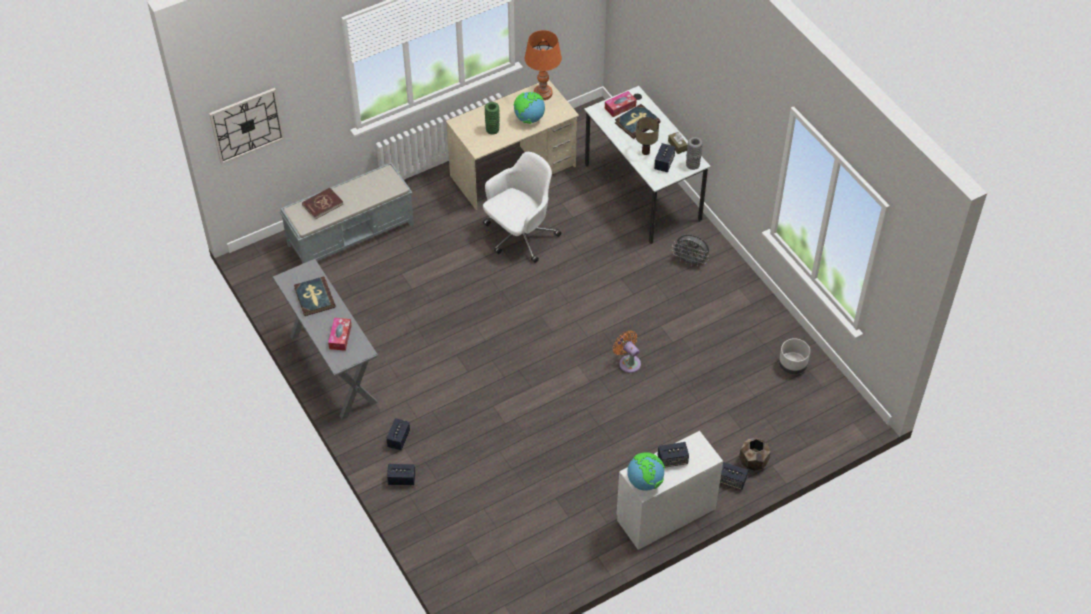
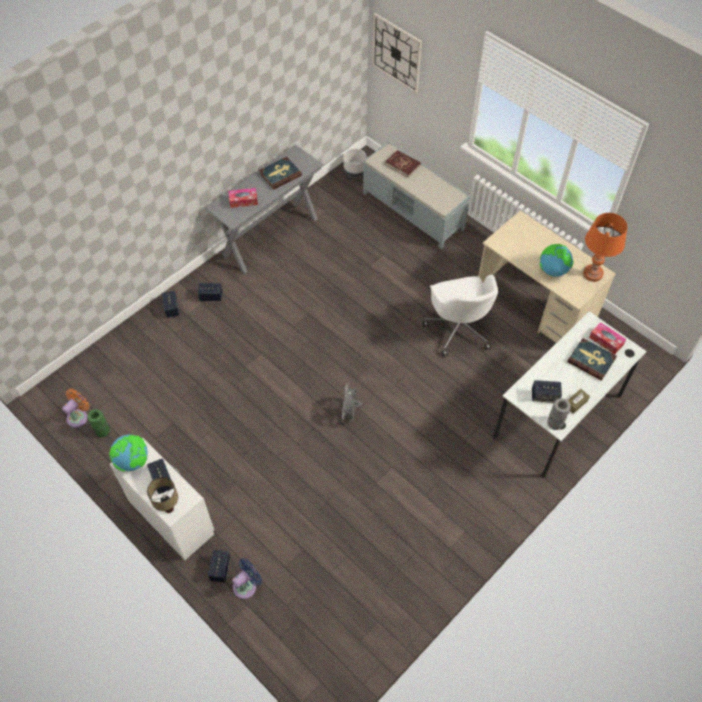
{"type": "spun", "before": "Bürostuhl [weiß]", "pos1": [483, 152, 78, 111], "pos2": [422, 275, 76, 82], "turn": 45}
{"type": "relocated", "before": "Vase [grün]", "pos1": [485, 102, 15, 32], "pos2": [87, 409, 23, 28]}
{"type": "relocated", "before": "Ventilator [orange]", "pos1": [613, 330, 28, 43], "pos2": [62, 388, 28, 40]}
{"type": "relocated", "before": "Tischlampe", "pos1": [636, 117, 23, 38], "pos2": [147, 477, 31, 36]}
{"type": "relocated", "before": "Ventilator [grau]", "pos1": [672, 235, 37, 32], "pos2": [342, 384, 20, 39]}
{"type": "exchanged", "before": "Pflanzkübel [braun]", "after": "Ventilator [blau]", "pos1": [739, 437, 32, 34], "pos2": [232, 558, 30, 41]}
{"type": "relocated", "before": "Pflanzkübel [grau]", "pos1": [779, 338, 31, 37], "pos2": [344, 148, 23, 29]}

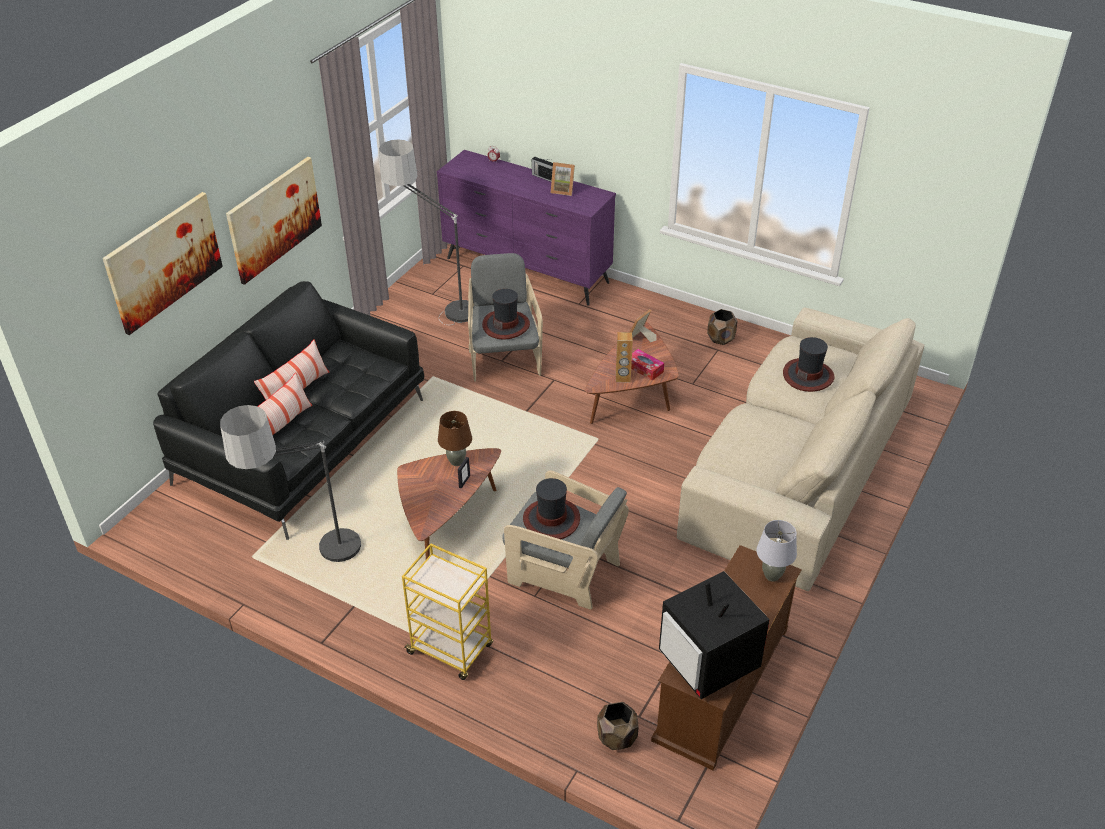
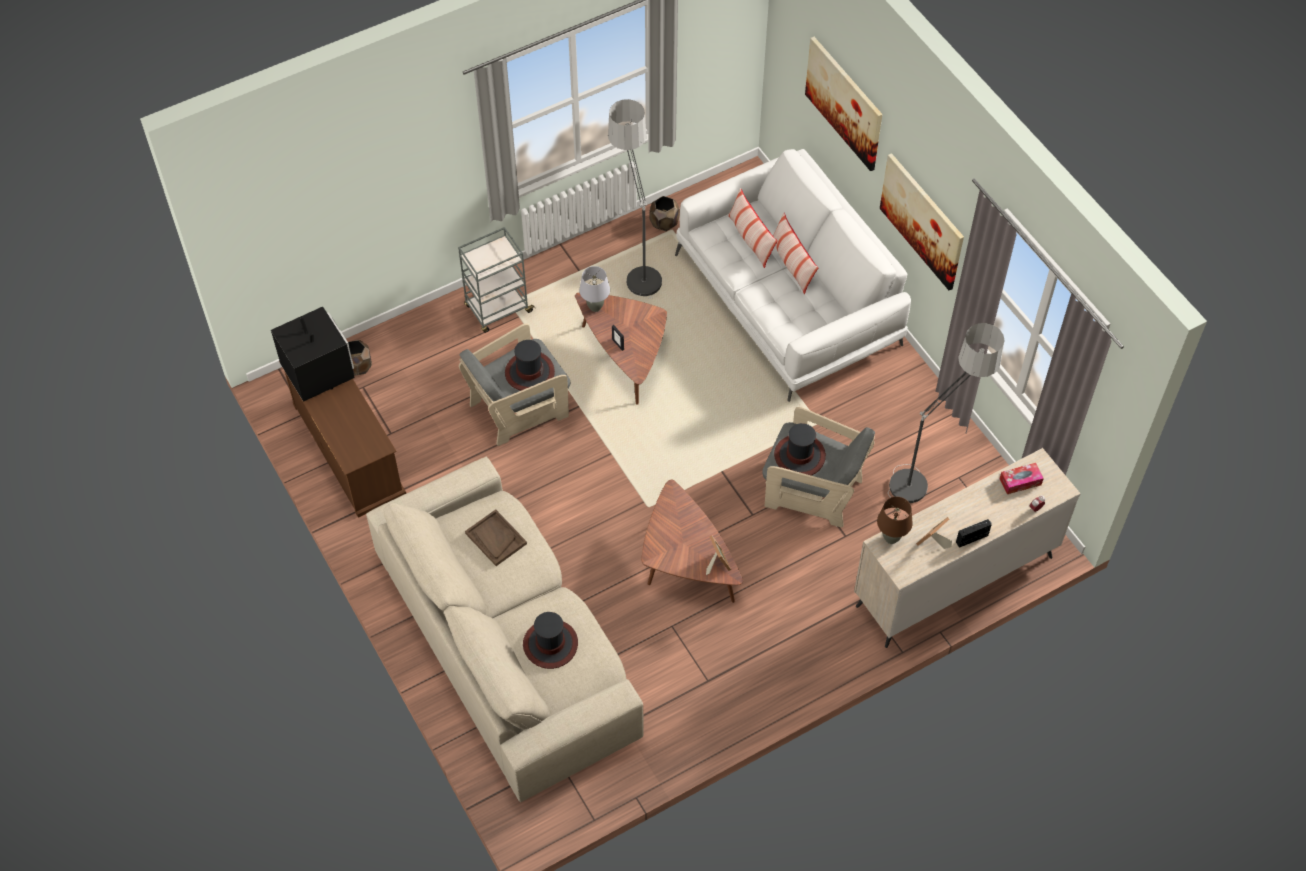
{"type": "colour", "before": "Sofa [schwarz]", "after": "Sofa [weiß]", "pos1": [153, 281, 271, 259], "pos2": [675, 149, 236, 253]}
{"type": "colour", "before": "Rollwagen [gelb]", "after": "Rollwagen [grau]", "pos1": [402, 543, 91, 137], "pos2": [458, 227, 77, 106]}
{"type": "colour", "before": "Kommode [lila]", "after": "Kommode [beige]", "pos1": [437, 150, 179, 155], "pos2": [854, 448, 227, 200]}
{"type": "relocated", "before": "Tischlampe [braun]", "pos1": [438, 411, 34, 55], "pos2": [877, 497, 36, 47]}
{"type": "missing", "before": "Lautsprecher [braun]", "pos1": [616, 332, 17, 50]}
{"type": "relocated", "before": "Taschentuchbox", "pos1": [631, 349, 33, 32], "pos2": [999, 463, 45, 31]}
{"type": "spun", "before": "Fernseher", "pos1": [659, 571, 111, 128], "pos2": [271, 307, 84, 95], "turn": 60}
{"type": "relocated", "before": "Pflanzkübel [braun]", "pos1": [707, 309, 30, 36], "pos2": [649, 196, 31, 35]}
{"type": "relocated", "before": "Tischlampe [grau]", "pos1": [756, 520, 41, 62], "pos2": [579, 266, 31, 46]}
{"type": "appeared", "after": "Tablett [braun]", "pos2": [465, 509, 62, 57]}

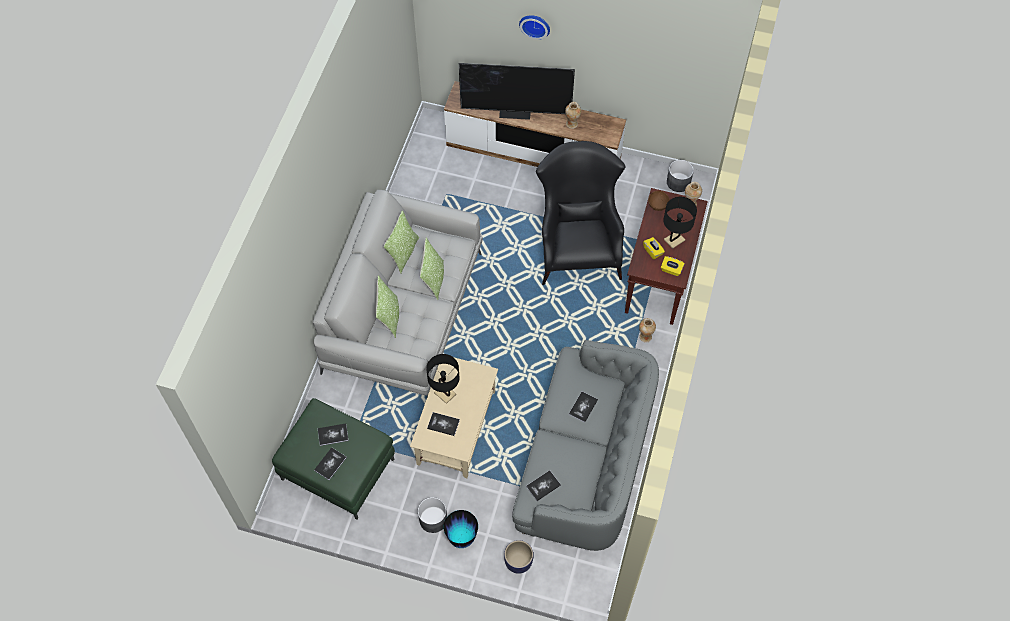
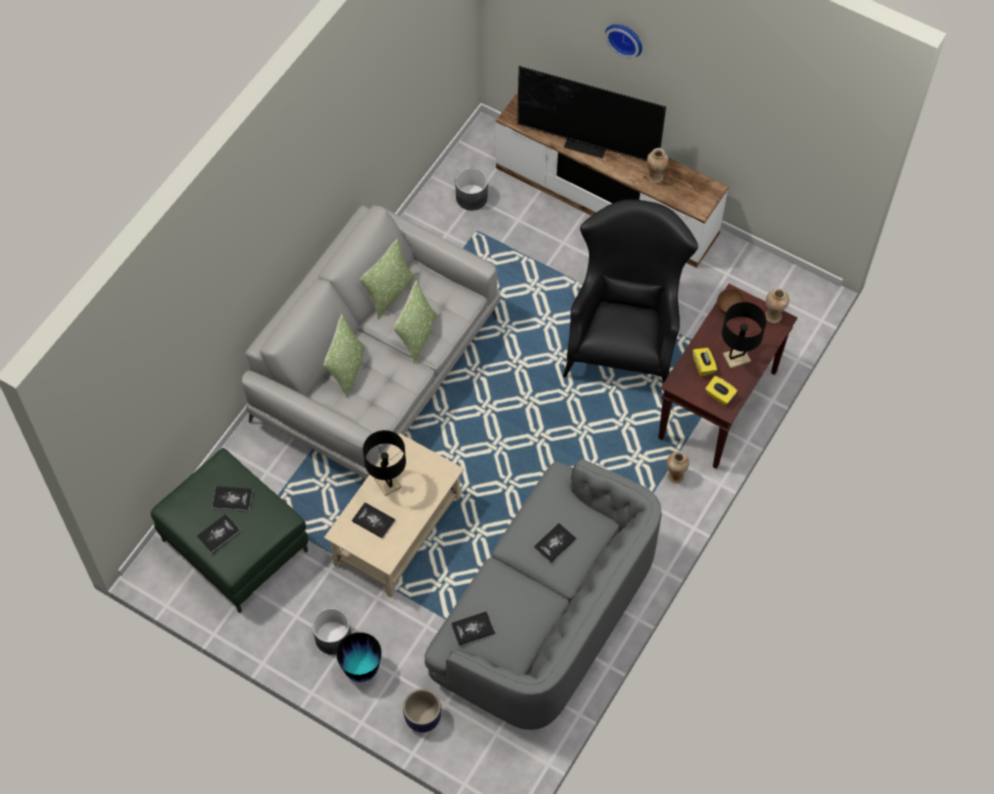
{"type": "relocated", "before": "Pflanzkübel [grau]", "pos1": [667, 160, 27, 32], "pos2": [455, 168, 33, 42]}

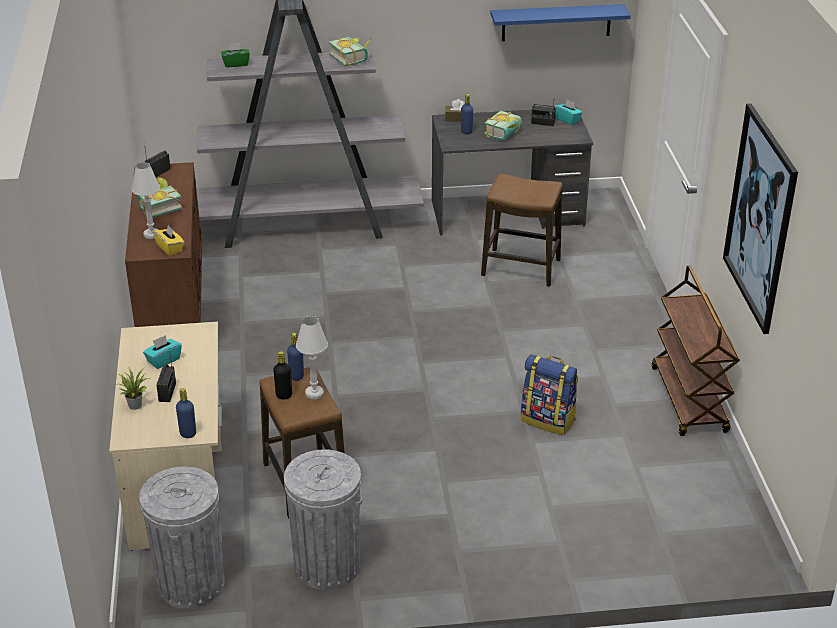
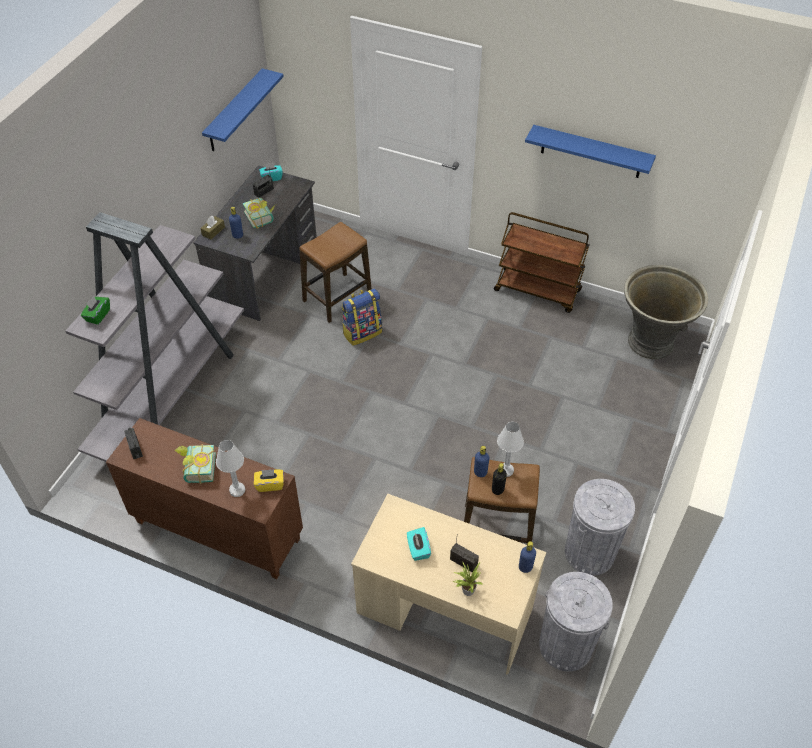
{"type": "missing", "before": "Buch", "pos1": [329, 37, 40, 30]}
{"type": "relocated", "before": "Rucksack", "pos1": [521, 354, 57, 81], "pos2": [342, 288, 40, 58]}
{"type": "exchanged", "before": "Bild", "after": "Wandregal [blau]", "pos1": [723, 103, 75, 231], "pos2": [525, 125, 131, 53]}
{"type": "appeared", "after": "Pflanzkübel [grau]", "pos2": [624, 265, 84, 94]}

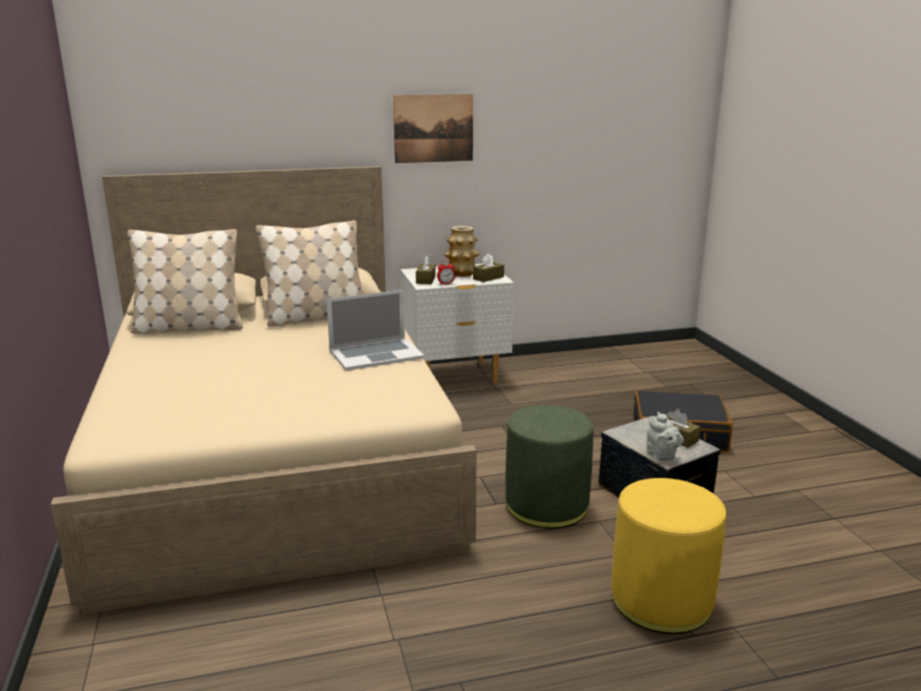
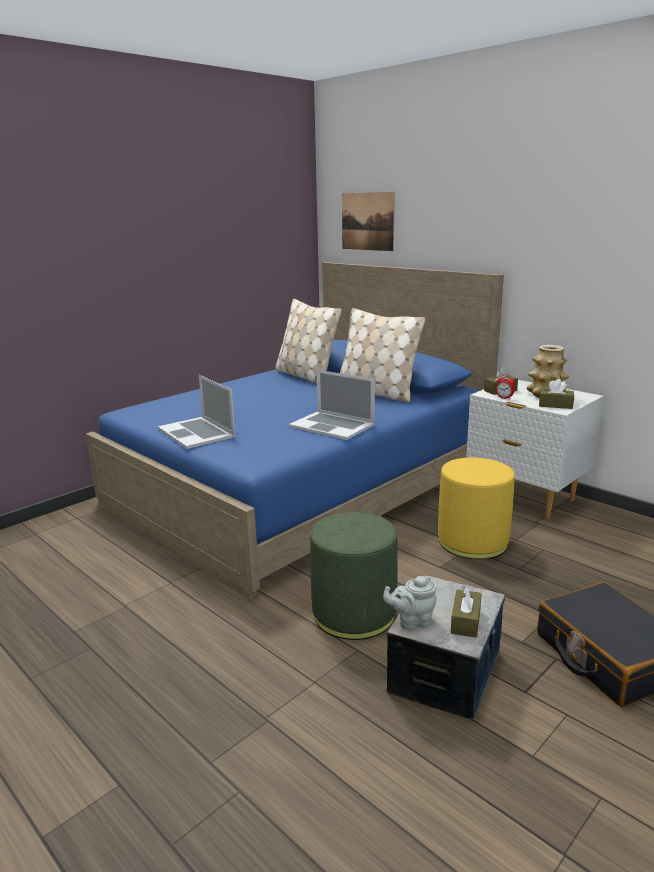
{"type": "colour", "before": "Bett [beige]", "after": "Bett [blau]", "pos1": [50, 166, 427, 449], "pos2": [86, 262, 418, 338]}
{"type": "relocated", "before": "Bild", "pos1": [393, 94, 80, 69], "pos2": [342, 192, 53, 59]}
{"type": "relocated", "before": "Polsterhocker [gelb]", "pos1": [611, 478, 115, 156], "pos2": [438, 457, 77, 103]}
{"type": "spun", "before": "Teekanne [grau]", "pos1": [646, 412, 38, 49], "pos2": [383, 576, 54, 54], "turn": 45}
{"type": "appeared", "after": "Laptop", "pos2": [158, 375, 77, 74]}

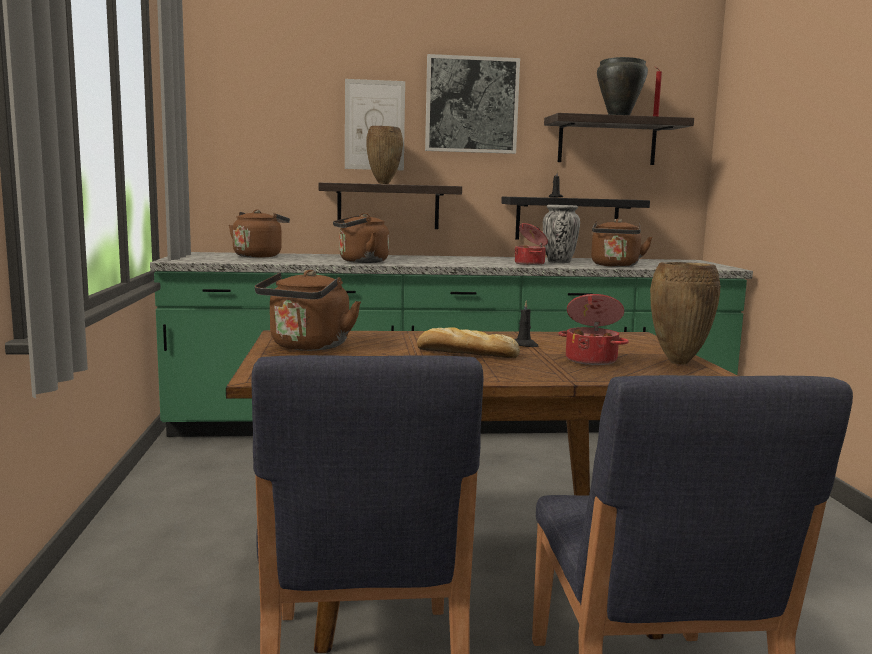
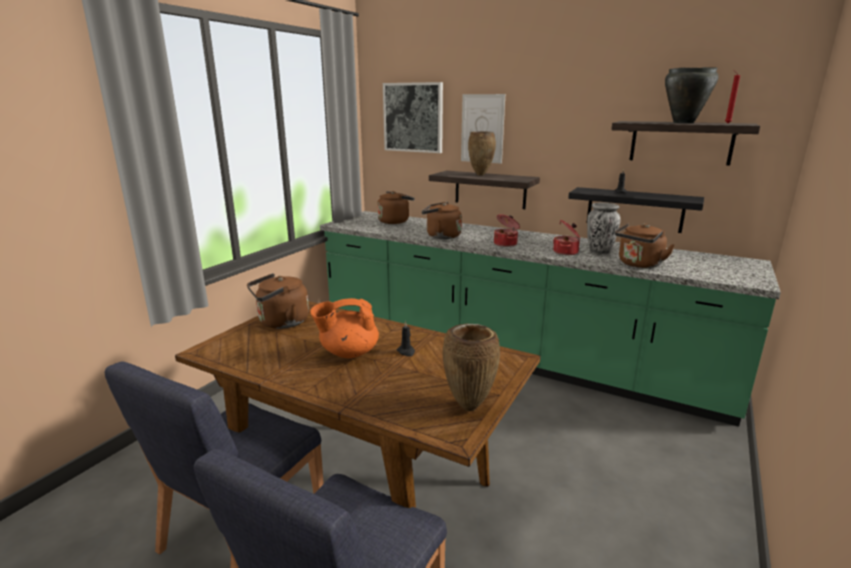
{"type": "exchanged", "before": "Brot", "after": "Teekanne [orange]", "pos1": [417, 328, 103, 30], "pos2": [310, 298, 69, 60]}
{"type": "relocated", "before": "Bild", "pos1": [425, 54, 95, 100], "pos2": [383, 82, 60, 71]}
{"type": "relocated", "before": "Kochtopf", "pos1": [558, 294, 71, 71], "pos2": [494, 214, 26, 33]}

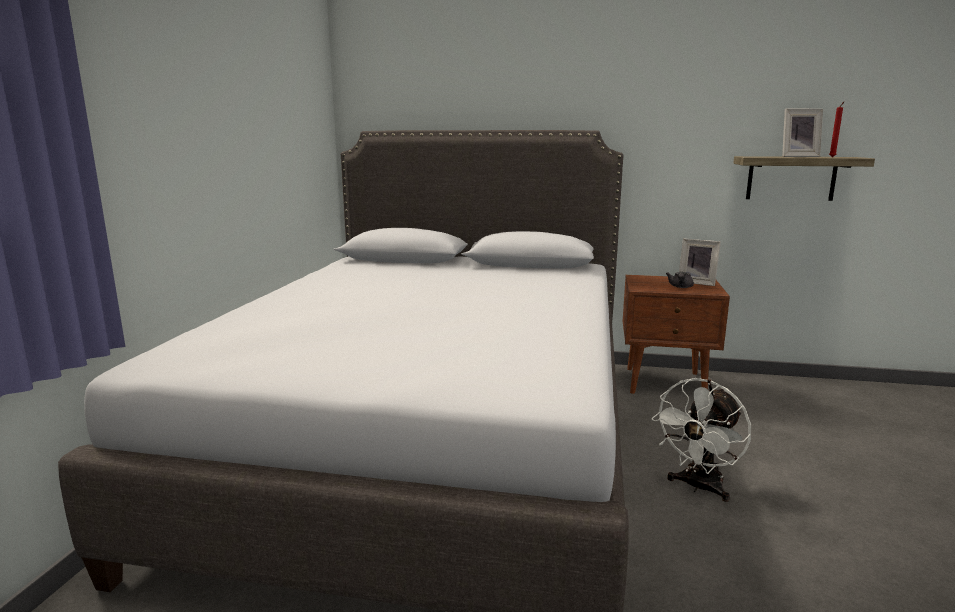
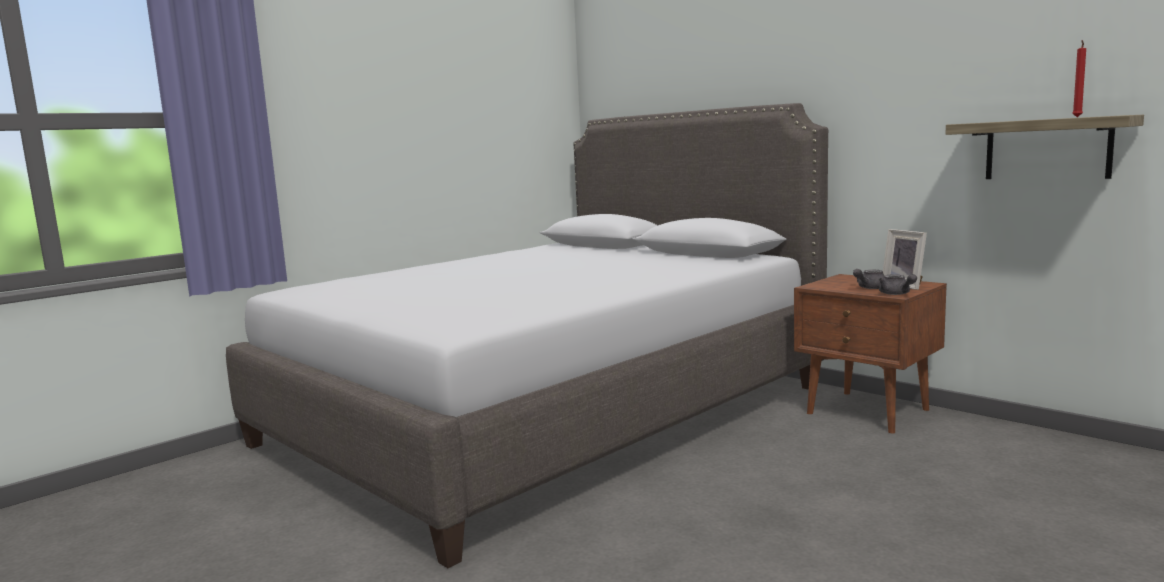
{"type": "missing", "before": "Ventilator [weiß]", "pos1": [651, 378, 100, 124]}
{"type": "missing", "before": "Bilderrahmen", "pos1": [782, 109, 41, 48]}
{"type": "appeared", "after": "Teekanne [grau]", "pos2": [879, 274, 38, 21]}

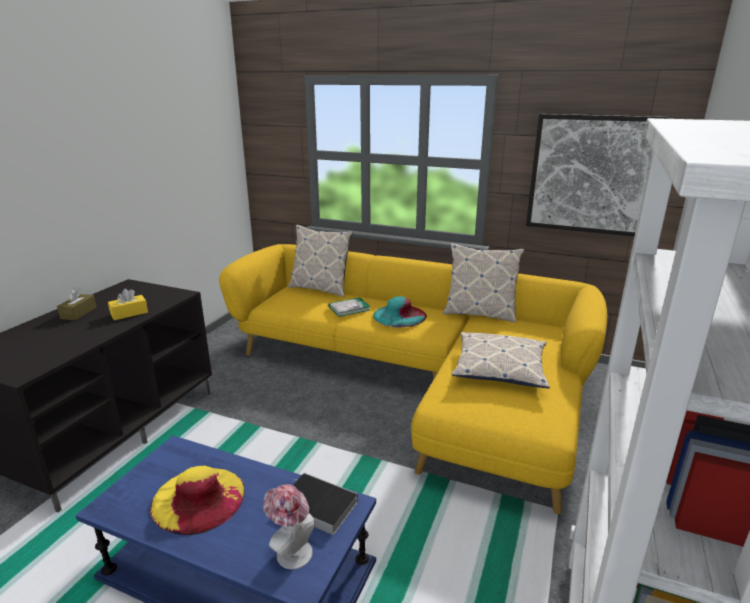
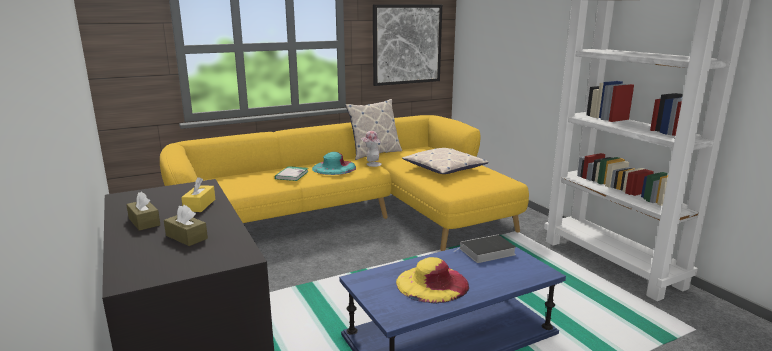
{"type": "relocated", "before": "Hut", "pos1": [264, 484, 51, 85], "pos2": [361, 131, 21, 36]}
{"type": "missing", "before": "Kissen", "pos1": [288, 225, 65, 73]}
{"type": "appeared", "after": "Taschentuchbox [braun]", "pos2": [164, 205, 44, 41]}

